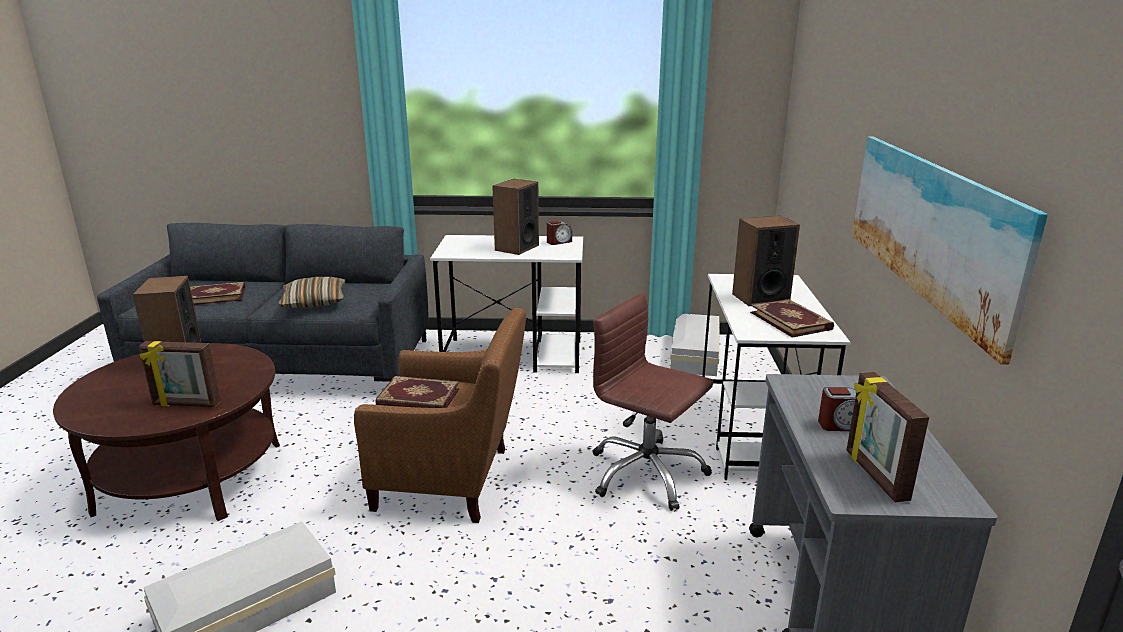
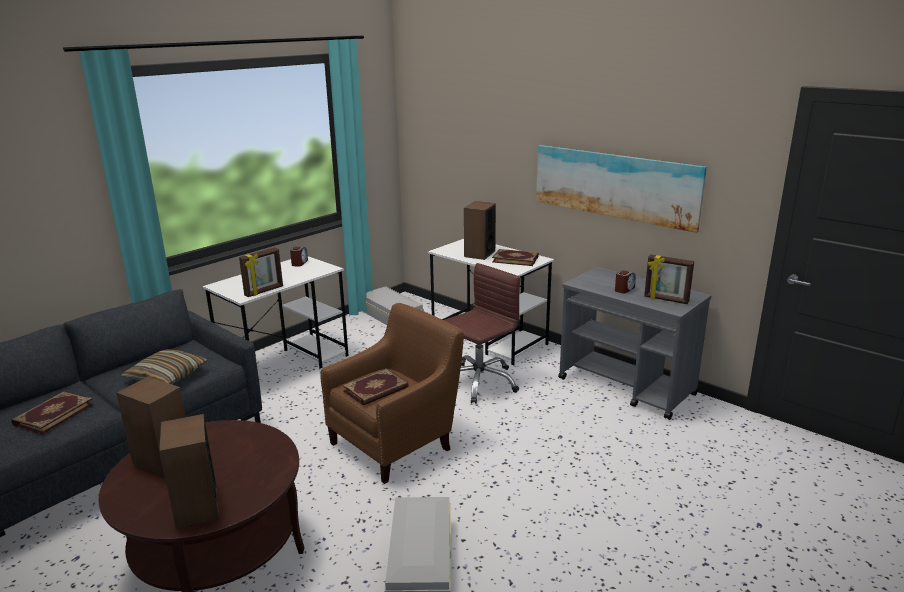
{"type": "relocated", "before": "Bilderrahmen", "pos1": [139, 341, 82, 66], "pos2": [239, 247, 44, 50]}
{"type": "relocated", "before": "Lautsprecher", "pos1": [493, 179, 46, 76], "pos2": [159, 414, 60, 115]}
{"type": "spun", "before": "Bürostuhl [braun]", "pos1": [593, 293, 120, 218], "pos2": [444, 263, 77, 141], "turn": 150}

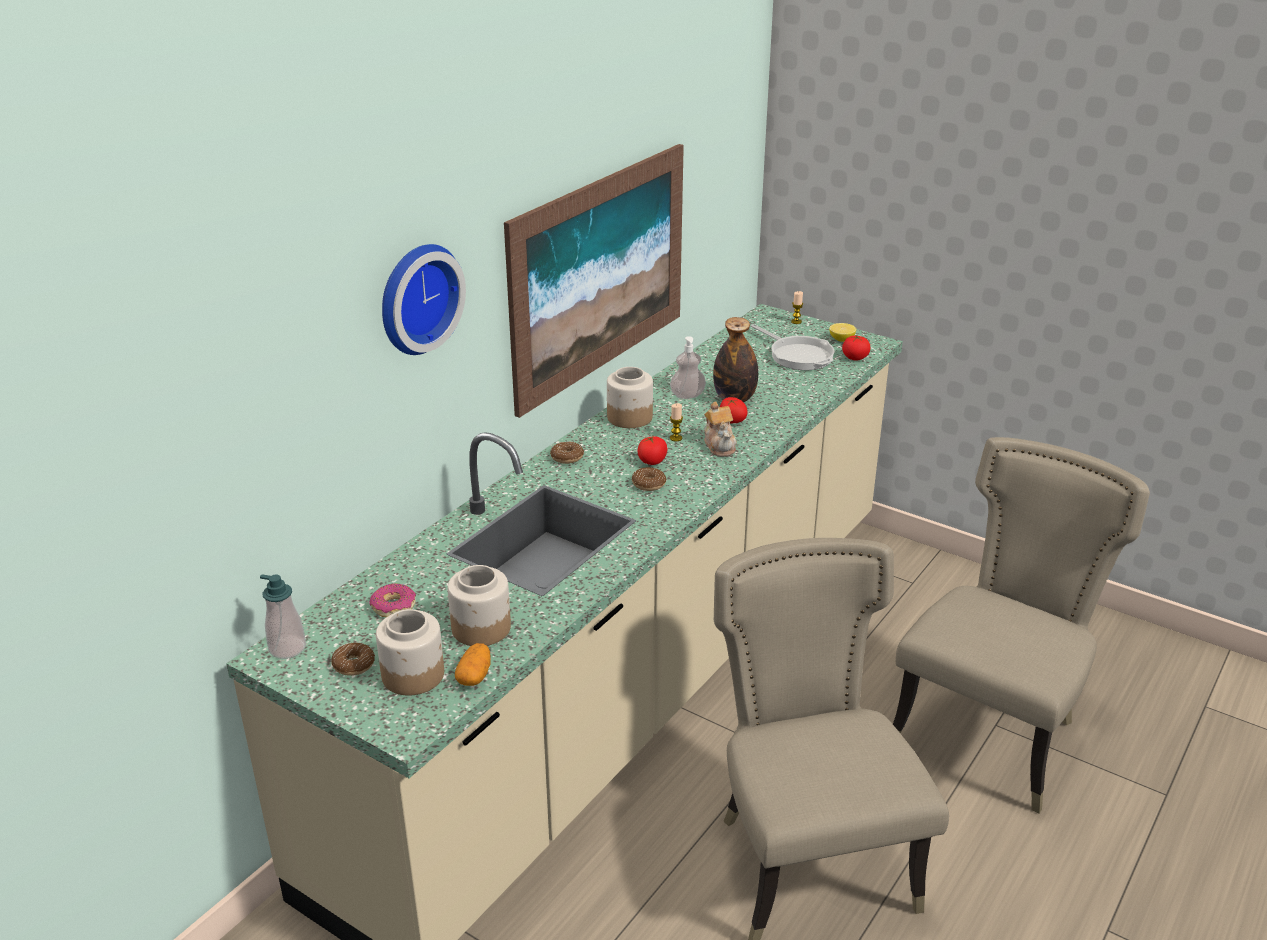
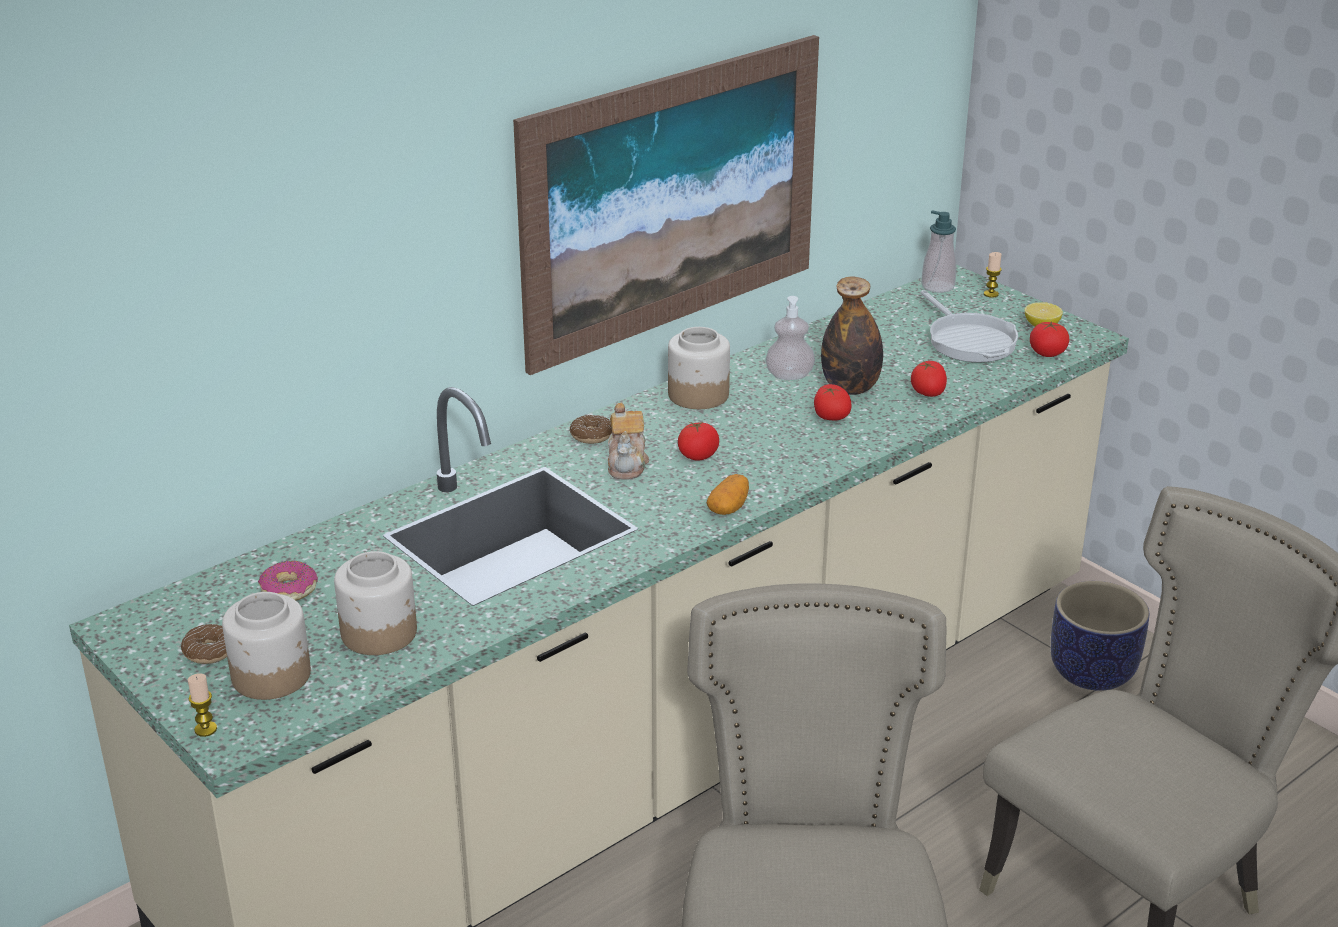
{"type": "relocated", "before": "Seifenspender", "pos1": [260, 574, 46, 85], "pos2": [921, 210, 36, 83]}
{"type": "missing", "before": "Wanduhr", "pos1": [382, 244, 84, 111]}
{"type": "relocated", "before": "Kartoffel", "pos1": [455, 643, 36, 43], "pos2": [707, 474, 42, 41]}
{"type": "missing", "before": "Donut", "pos1": [632, 467, 35, 24]}
{"type": "relocated", "before": "Kerze", "pos1": [670, 403, 13, 38], "pos2": [188, 673, 29, 64]}
{"type": "relocated", "before": "Teekanne", "pos1": [704, 401, 33, 56], "pos2": [608, 403, 41, 77]}
{"type": "appeared", "after": "Tomate", "pos2": [911, 361, 36, 36]}
{"type": "appeared", "after": "Pflanzkübel", "pos2": [1051, 581, 98, 110]}

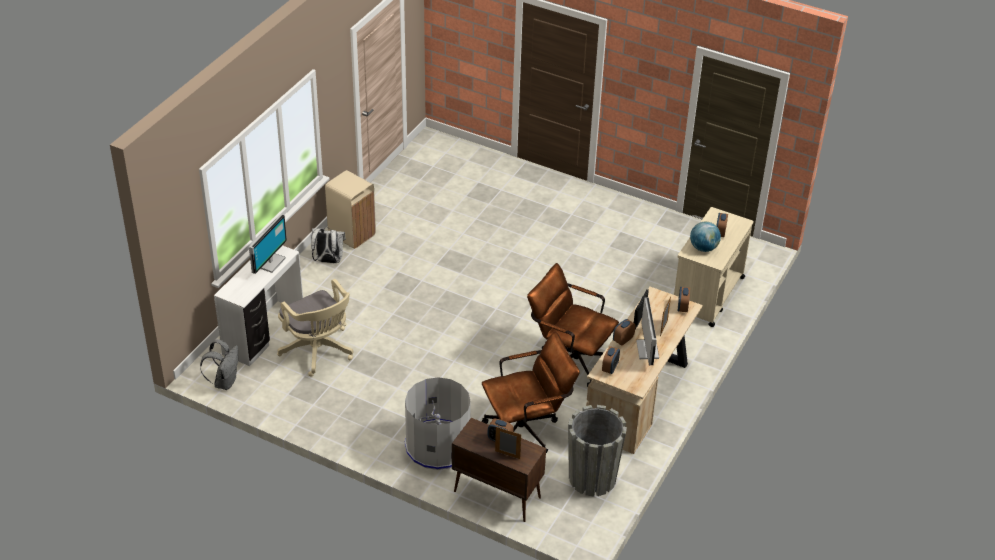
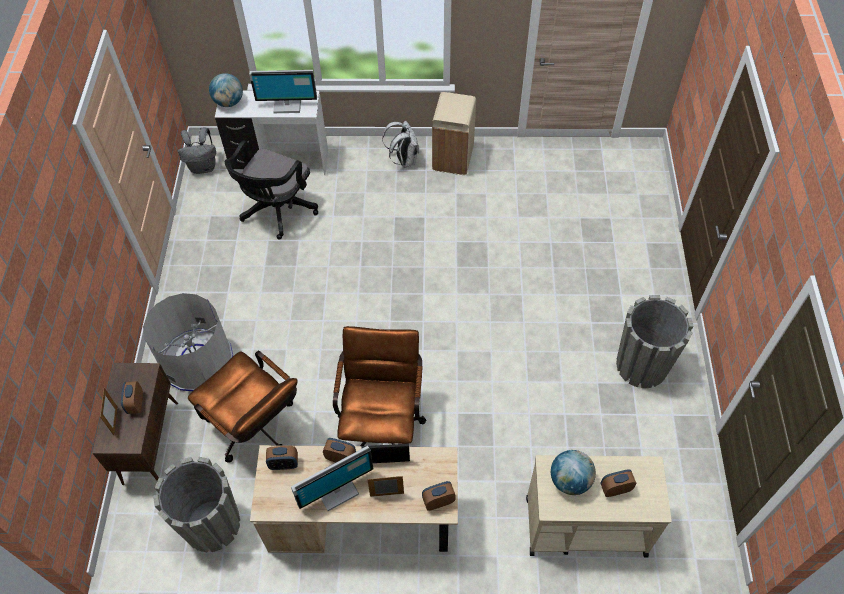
{"type": "colour", "before": "Bürostuhl [beige]", "after": "Bürostuhl [schwarz]", "pos1": [277, 279, 77, 98], "pos2": [225, 140, 93, 100]}
{"type": "appeared", "after": "Globus", "pos2": [209, 73, 34, 34]}
{"type": "appeared", "after": "Pflanzkübel [grau]", "pos2": [616, 295, 78, 93]}

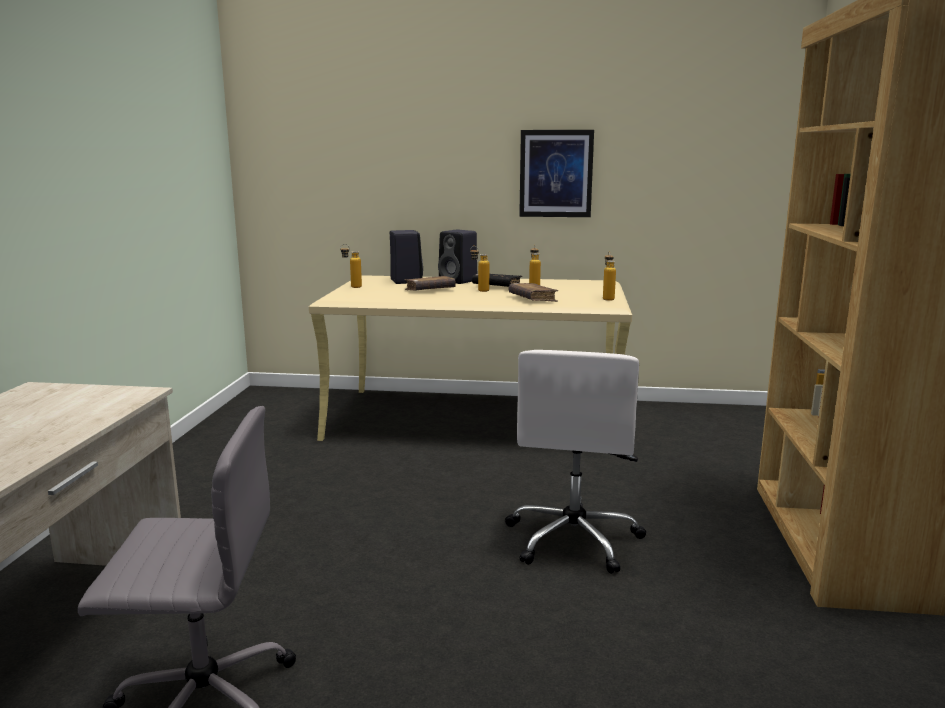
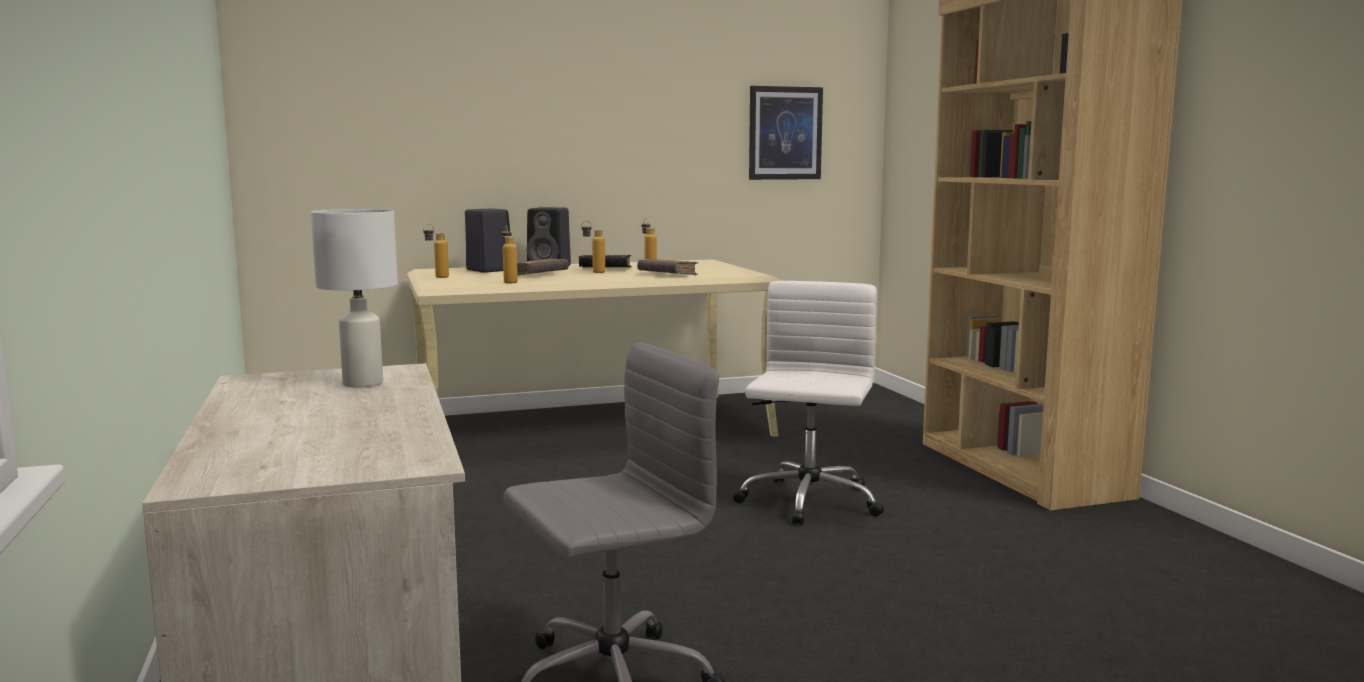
{"type": "spun", "before": "Bürostuhl [weiß]", "pos1": [505, 350, 142, 224], "pos2": [732, 281, 152, 244], "turn": -150}
{"type": "relocated", "before": "Bild", "pos1": [519, 130, 75, 87], "pos2": [749, 86, 74, 94]}
{"type": "relocated", "before": "Flasche", "pos1": [603, 251, 13, 50], "pos2": [501, 226, 17, 57]}
{"type": "appeared", "after": "Tischlampe [weiß]", "pos2": [311, 209, 87, 179]}

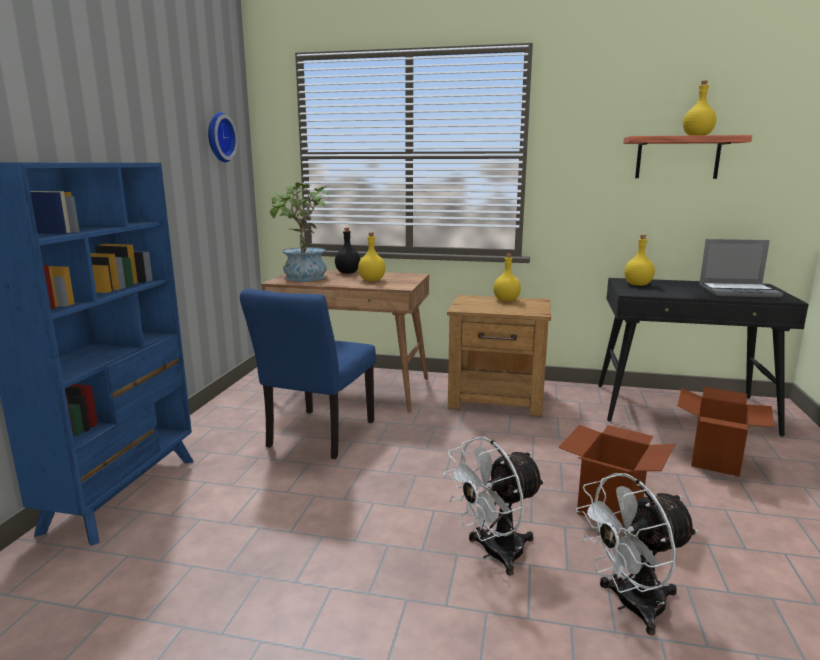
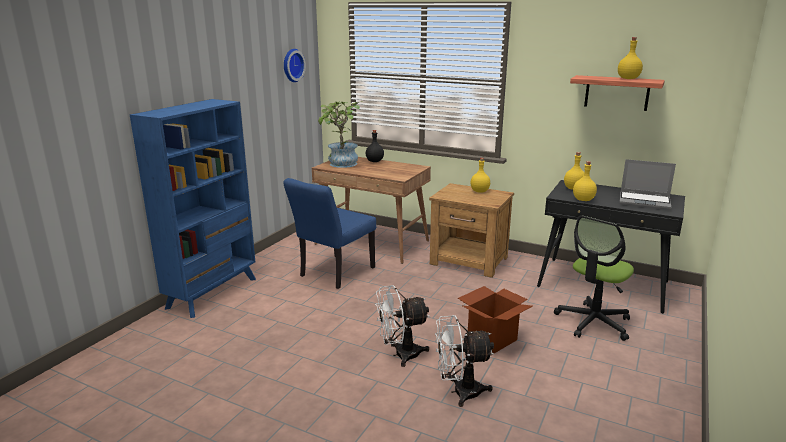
{"type": "relocated", "before": "Flasche [gelb]", "pos1": [358, 232, 27, 49], "pos2": [573, 161, 24, 40]}
{"type": "exchanged", "before": "Karton", "after": "Bürostuhl", "pos1": [678, 387, 97, 90], "pos2": [554, 215, 80, 126]}

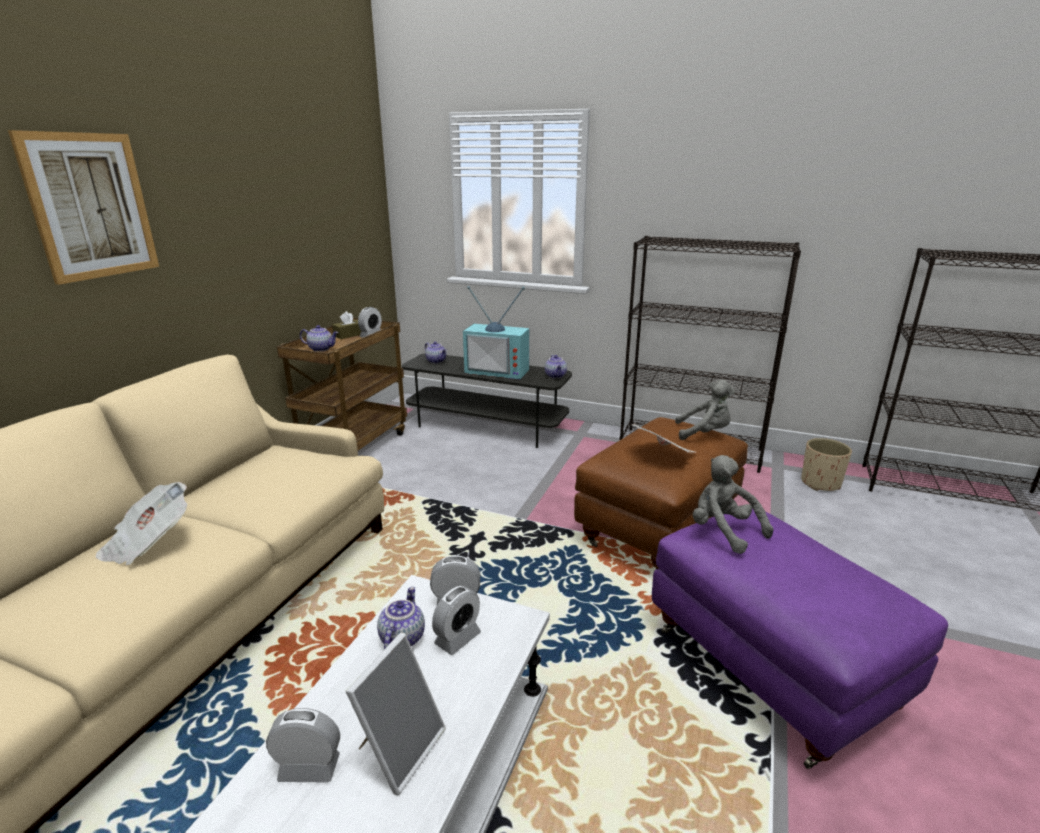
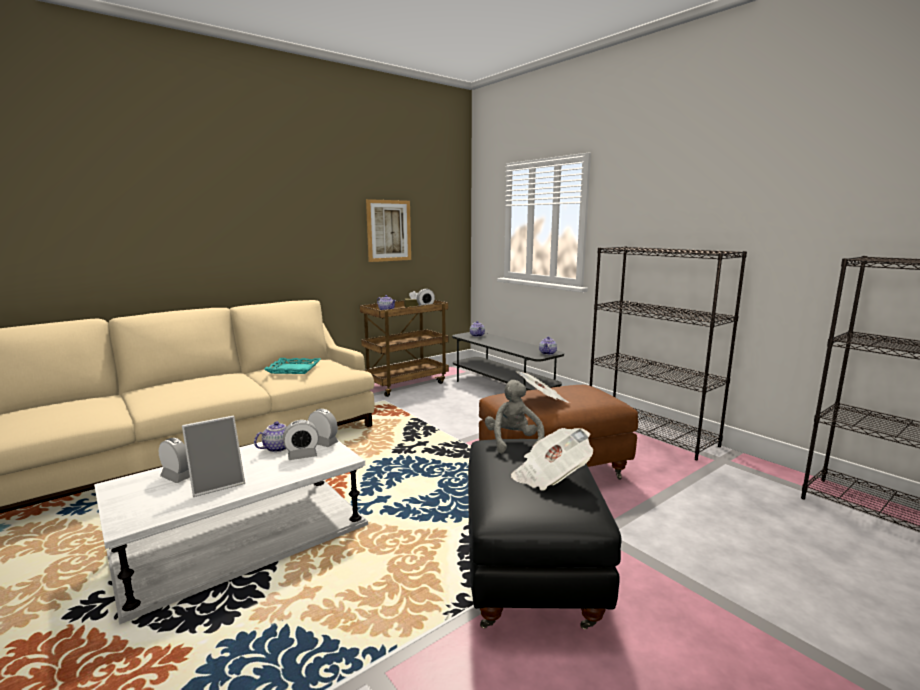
{"type": "relocated", "before": "Bild", "pos1": [8, 130, 151, 155], "pos2": [366, 199, 45, 63]}
{"type": "relocated", "before": "Zeitung", "pos1": [96, 482, 91, 83], "pos2": [511, 428, 82, 63]}
{"type": "missing", "before": "Fernseher", "pos1": [463, 286, 66, 93]}
{"type": "colour", "before": "Polsterhocker [lila]", "after": "Polsterhocker [schwarz]", "pos1": [652, 508, 296, 261], "pos2": [468, 439, 153, 190]}
{"type": "missing", "before": "Plüschtier [grau]", "pos1": [675, 380, 60, 60]}
{"type": "missing", "before": "Pflanzkübel [beige]", "pos1": [801, 438, 51, 53]}
{"type": "appeared", "after": "Tablett [türkis]", "pos2": [264, 358, 57, 16]}

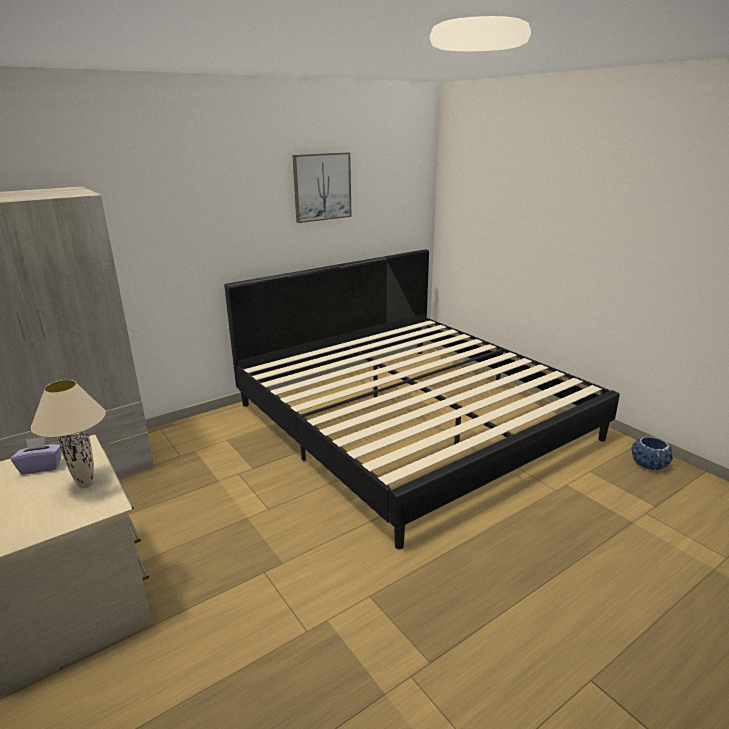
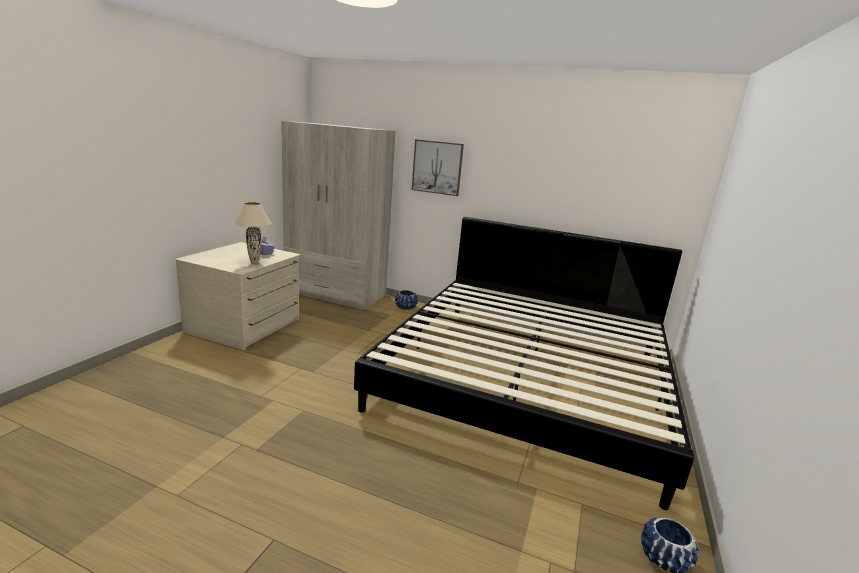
{"type": "relocated", "before": "Bild", "pos1": [292, 152, 60, 71], "pos2": [412, 139, 52, 57]}
{"type": "appeared", "after": "Pflanzkübel [blau]", "pos2": [395, 290, 23, 20]}

